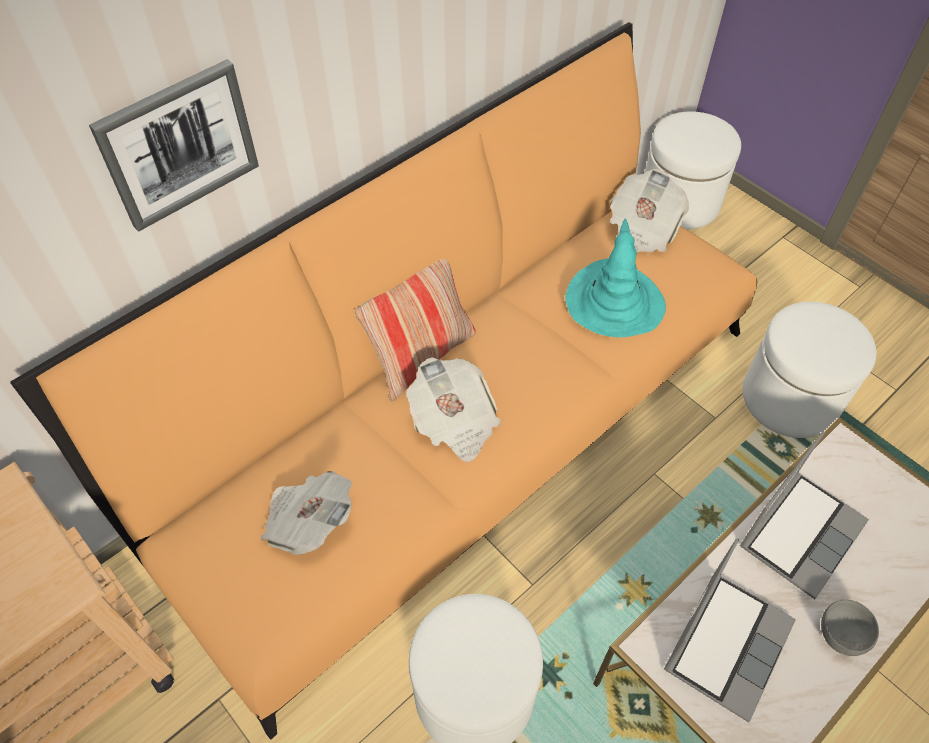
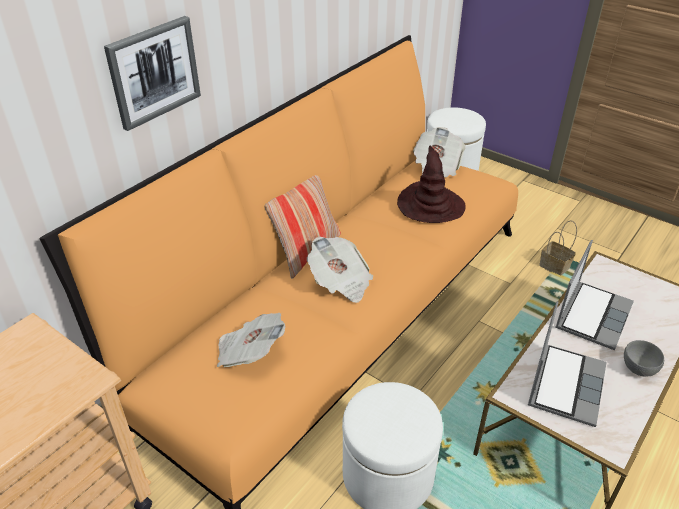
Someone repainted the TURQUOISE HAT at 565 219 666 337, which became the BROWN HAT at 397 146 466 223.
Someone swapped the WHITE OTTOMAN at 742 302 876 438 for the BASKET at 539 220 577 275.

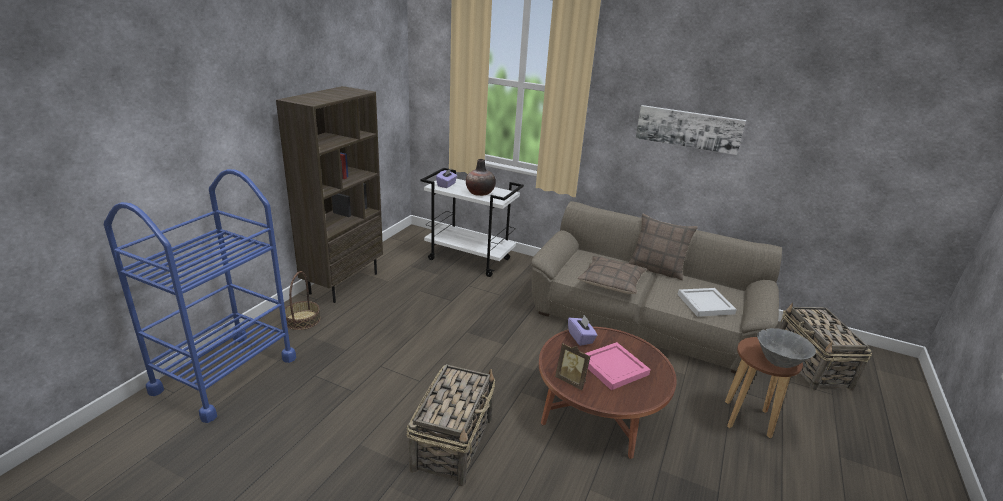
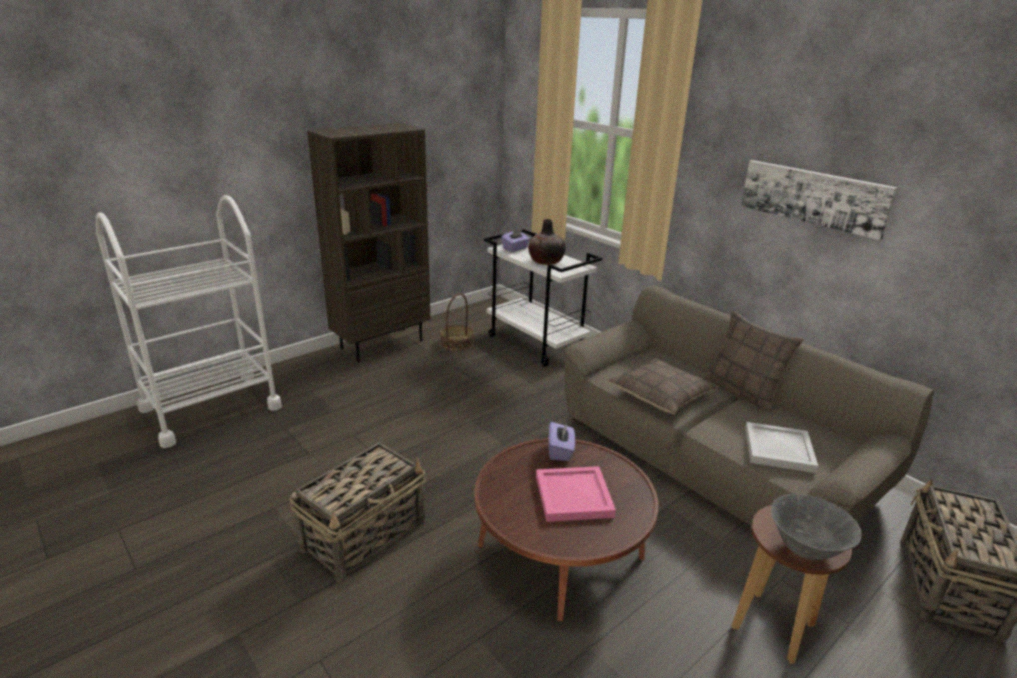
Someone repainted the BLUE CART at 104 169 296 423, which became the WHITE CART at 96 195 282 448.
Someone carried the BASKET from 285 271 320 330 to 440 293 474 351.
Someone took away the PICTURE FRAME at 555 343 590 390.

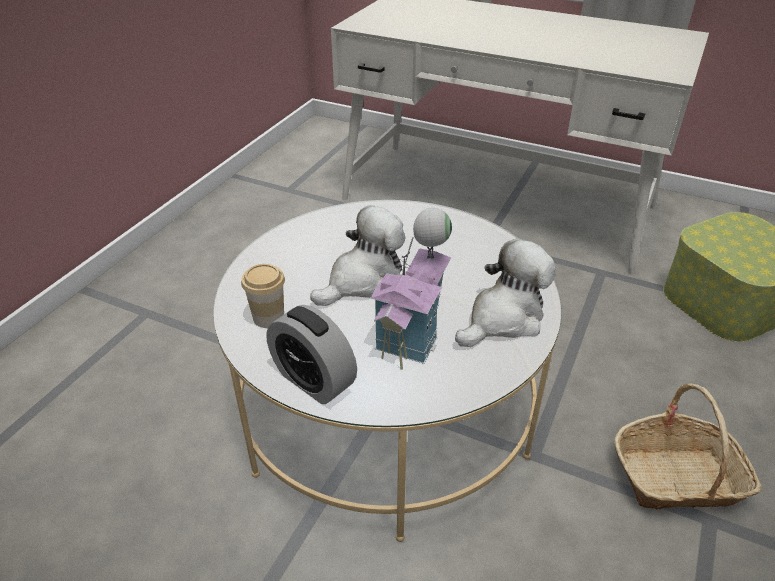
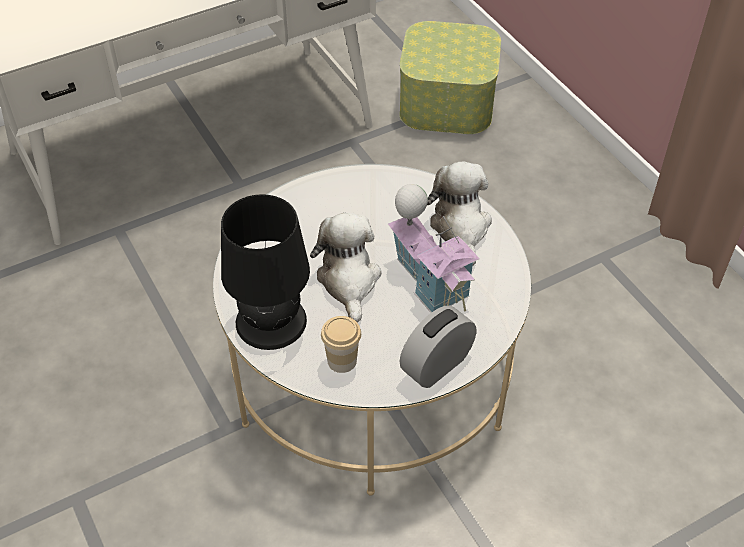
Someone rotated the ALARM CLOCK at 266 305 357 404 by 150 degrees clockwise.
Someone took away the BASKET at 614 383 762 509.
Someone put down the BLACK TABLE LAMP at 221 194 310 350.

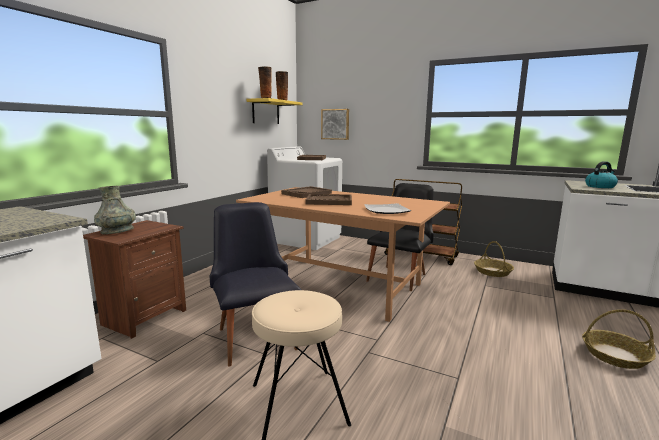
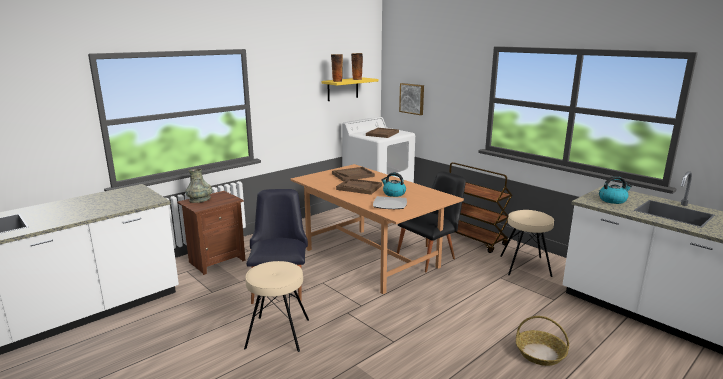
Someone swapped the BASKET at 474 241 514 277 for the BEIGE STOOL at 500 210 554 277.
Someone put down the KETTLE at 381 173 406 197.

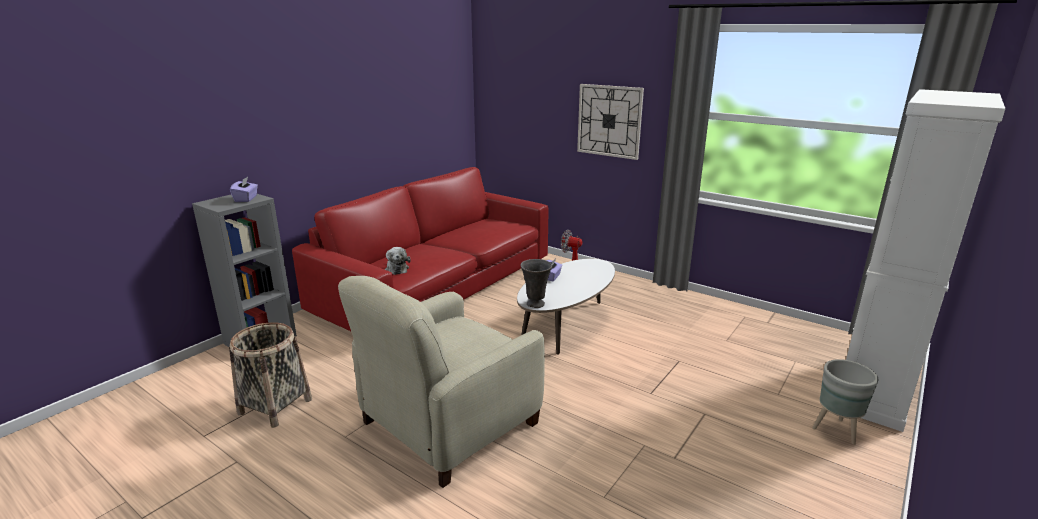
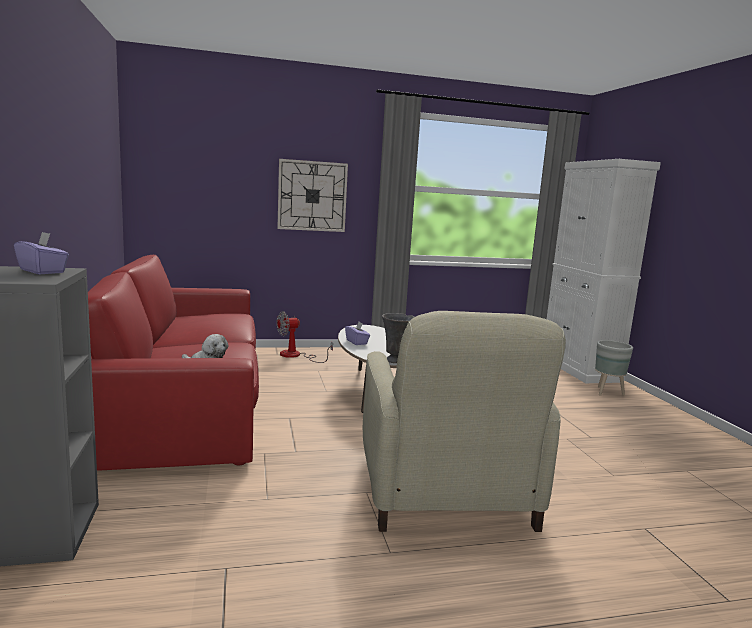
Someone took away the BASKET at 229 322 312 428.

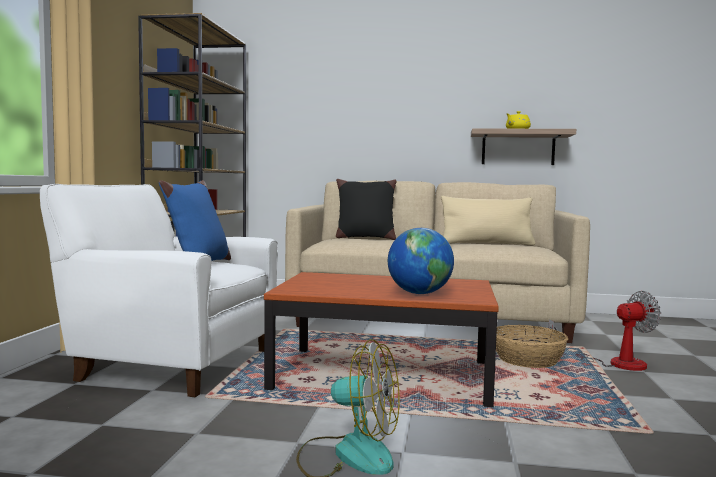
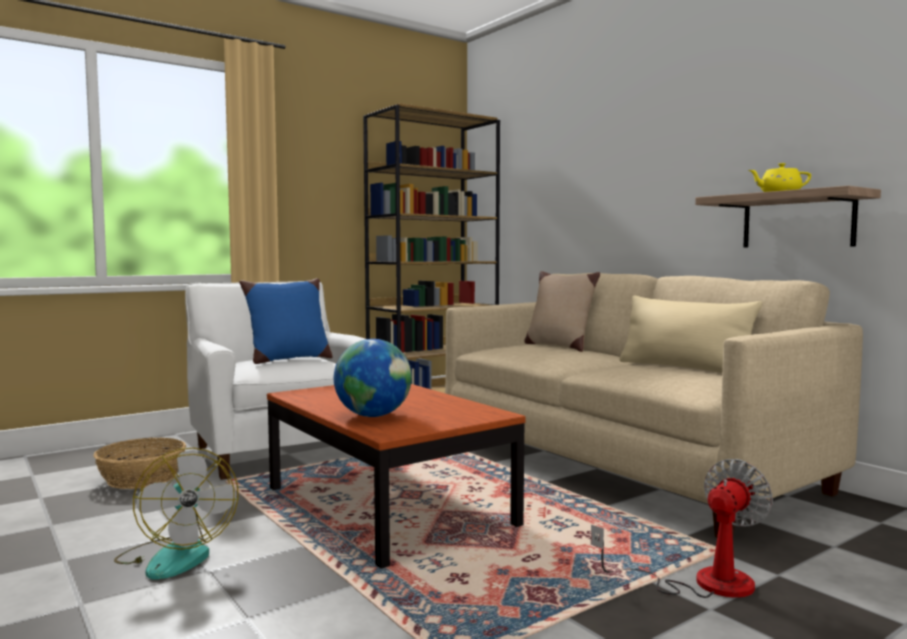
Someone repainted the BLACK PILLOW at 336 179 397 240, which became the BEIGE PILLOW at 524 271 600 352.
Someone rotated the FAN at 549 291 661 371 by 75 degrees counterclockwise.
Someone carried the BASKET from 496 325 568 368 to 93 438 186 489.

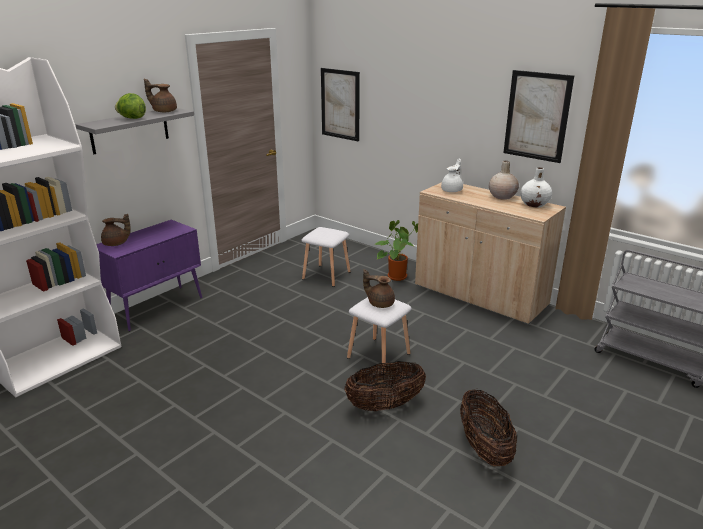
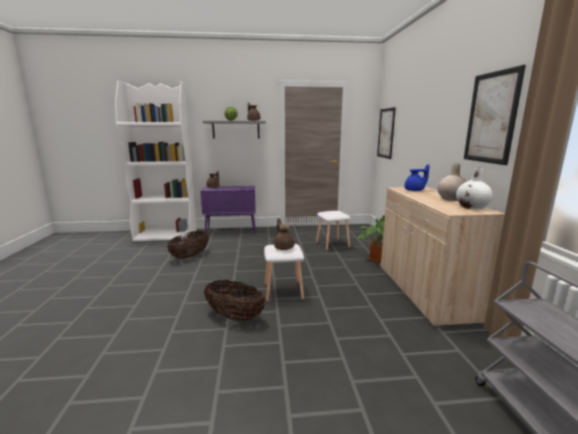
Someone repainted the WHITE TEAPOT at 441 159 463 192, which became the BLUE TEAPOT at 405 164 430 191.
Someone carried the BASKET from 460 389 517 466 to 167 231 209 259.

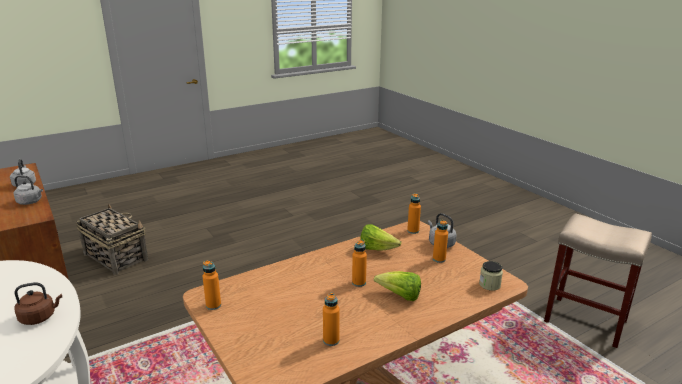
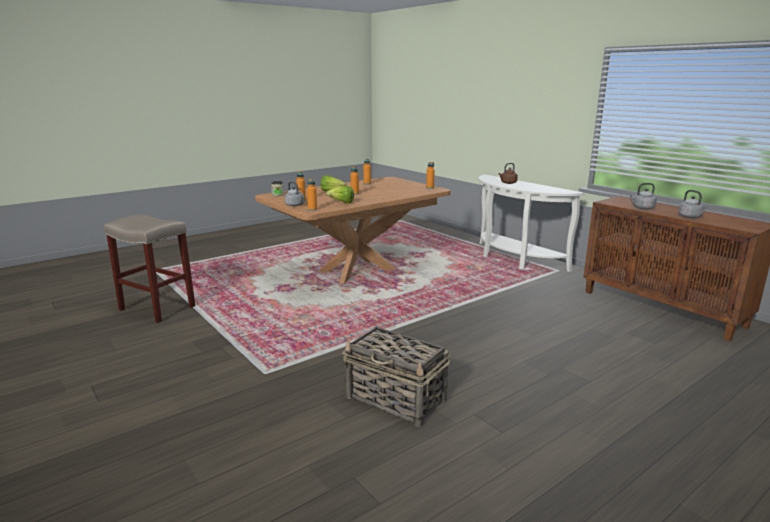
Someone carried the BASKET from 76 204 148 275 to 342 327 450 427.

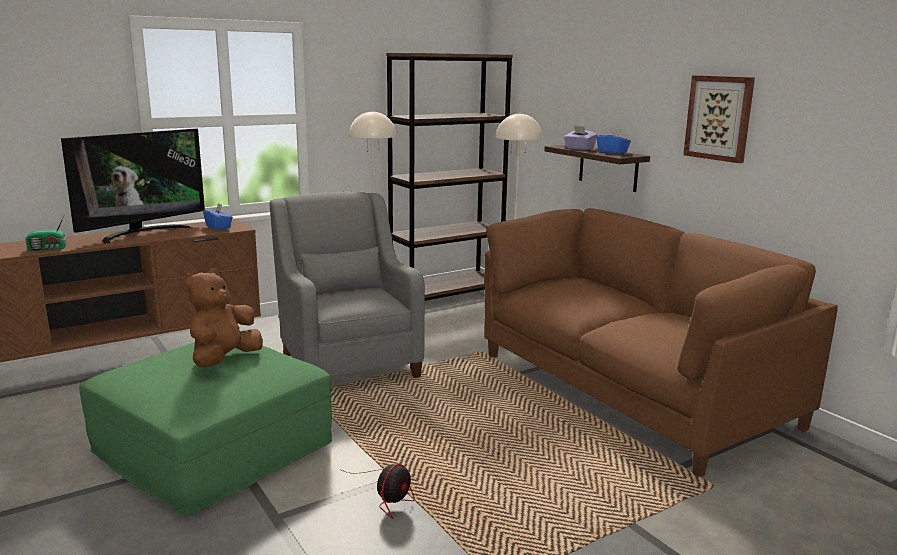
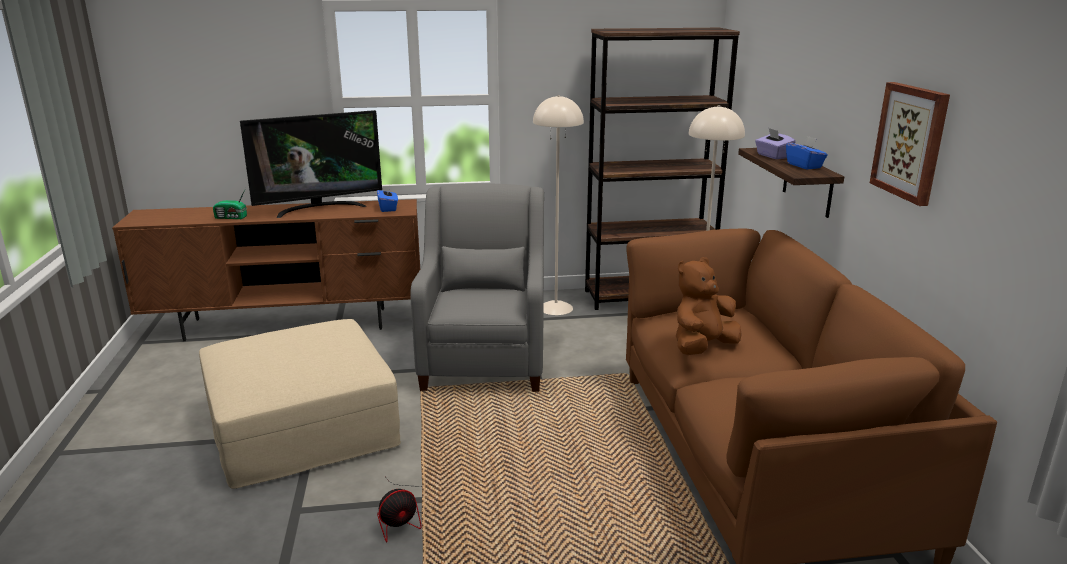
Someone carried the BROWN PLUSH TOY from 184 268 263 367 to 676 257 742 355.
Someone repainted the GREEN OTTOMAN at 79 342 332 516, which became the BEIGE OTTOMAN at 199 319 401 489.

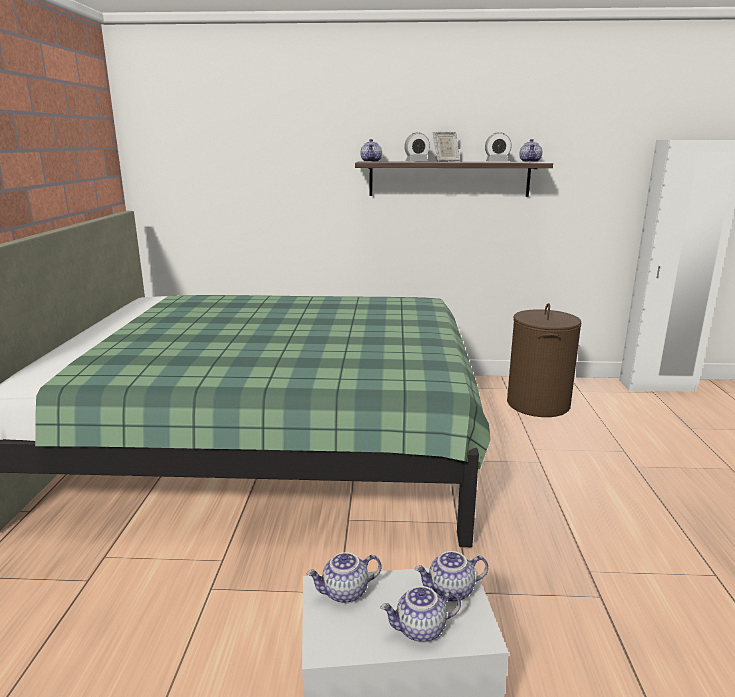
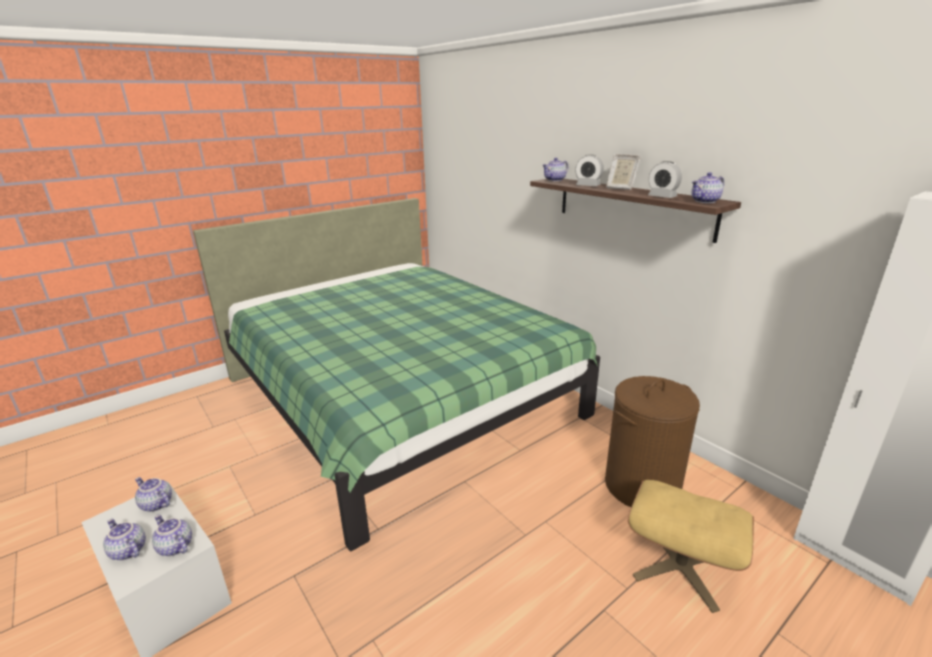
Someone put down the BEIGE OTTOMAN at 628 480 754 613.

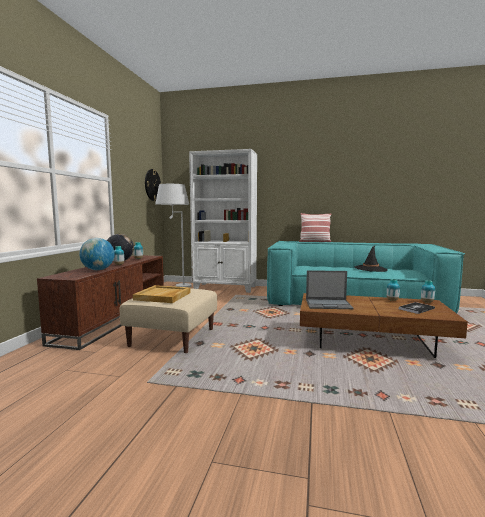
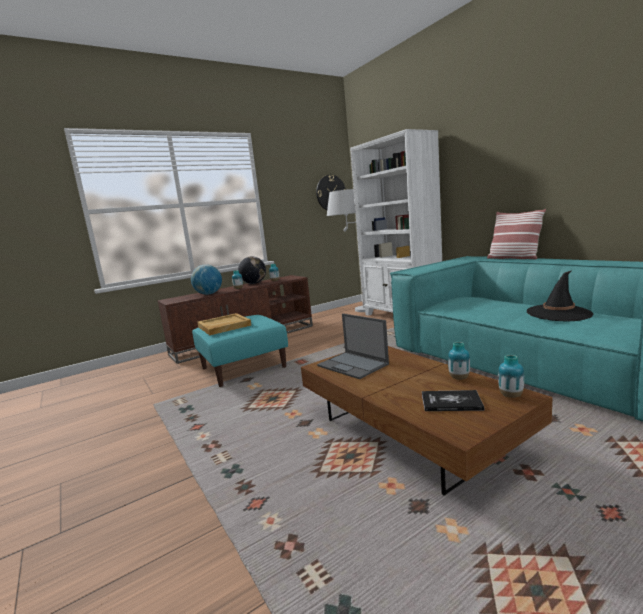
Someone repainted the BEIGE OTTOMAN at 120 288 217 353, which became the TURQUOISE OTTOMAN at 192 315 288 387.

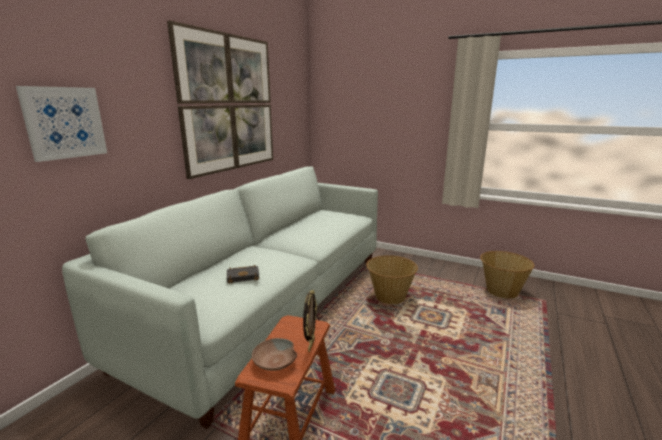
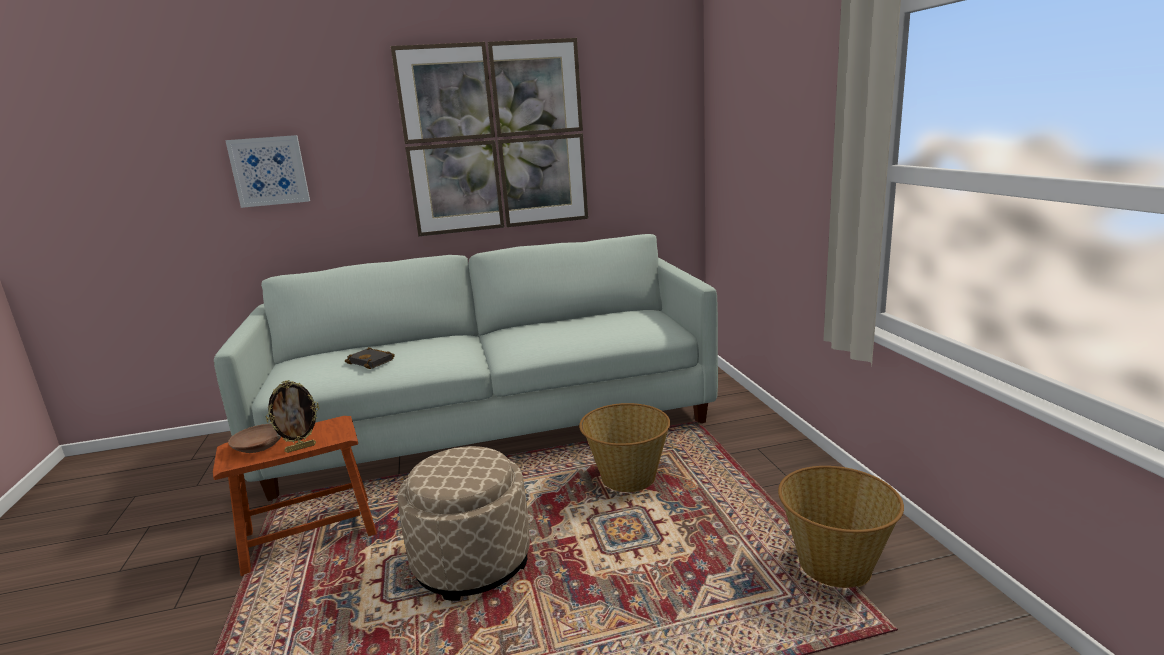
Someone put down the BEIGE OTTOMAN at 397 446 530 601.

